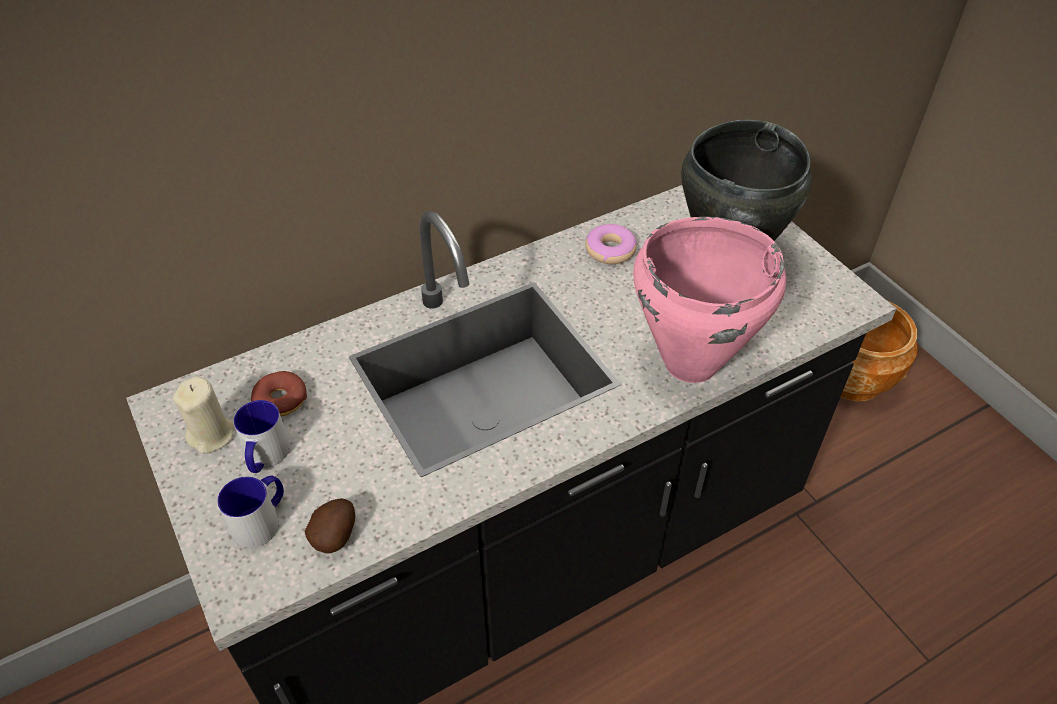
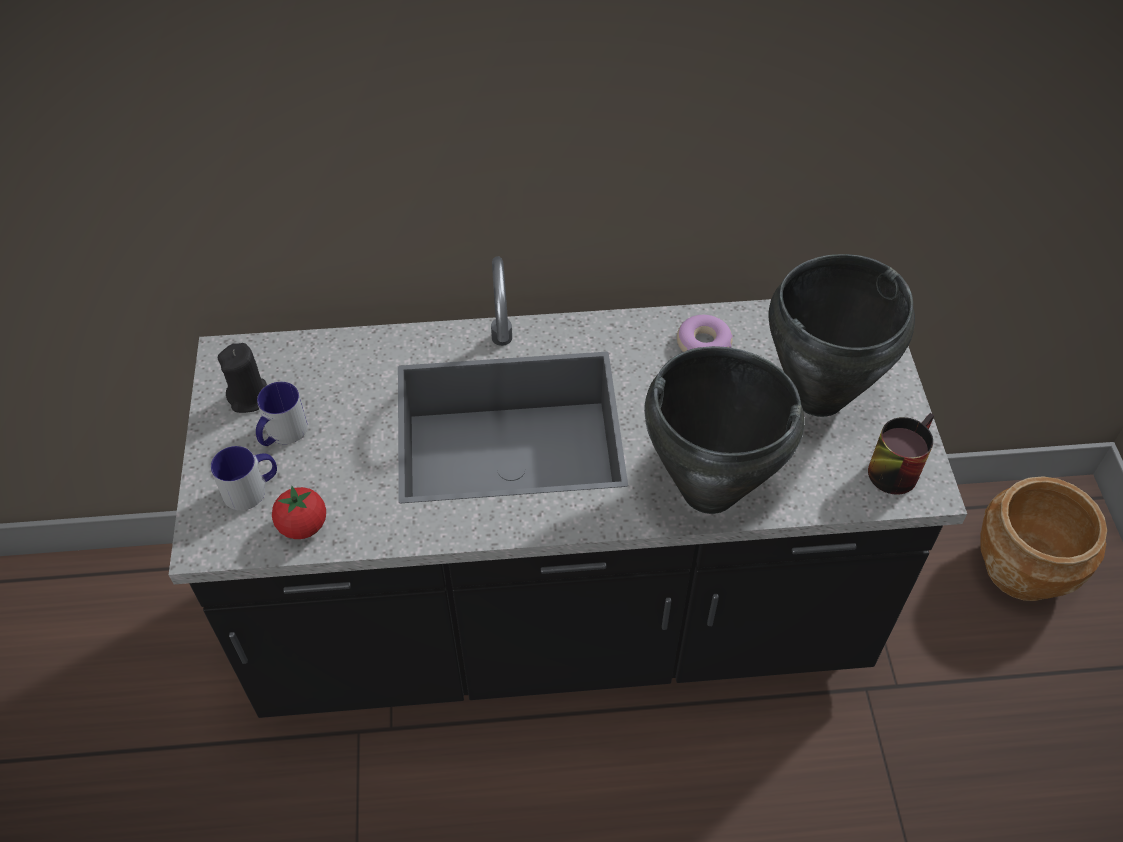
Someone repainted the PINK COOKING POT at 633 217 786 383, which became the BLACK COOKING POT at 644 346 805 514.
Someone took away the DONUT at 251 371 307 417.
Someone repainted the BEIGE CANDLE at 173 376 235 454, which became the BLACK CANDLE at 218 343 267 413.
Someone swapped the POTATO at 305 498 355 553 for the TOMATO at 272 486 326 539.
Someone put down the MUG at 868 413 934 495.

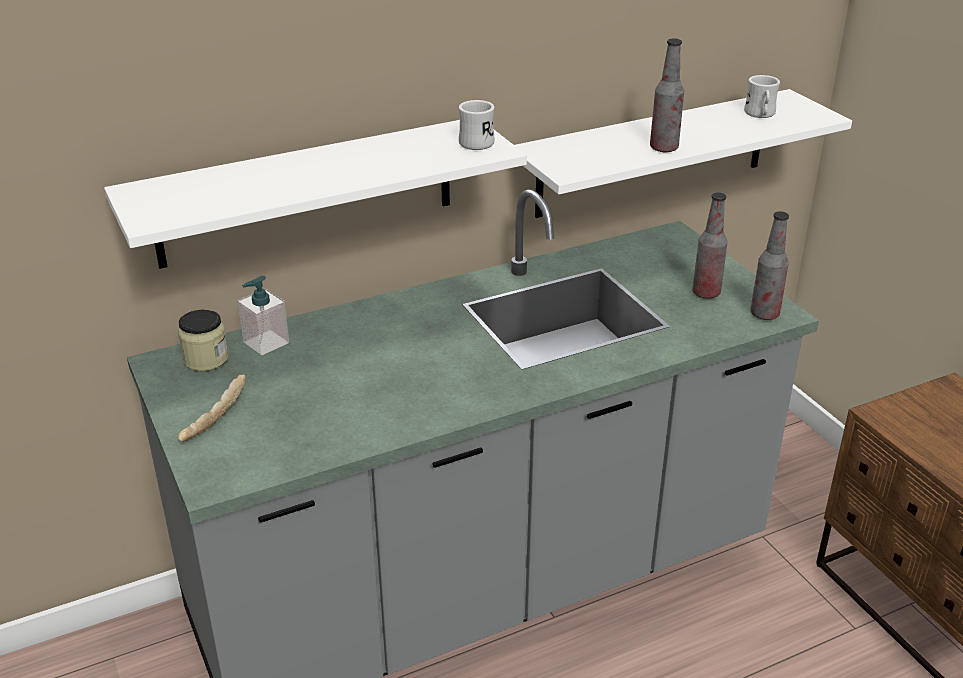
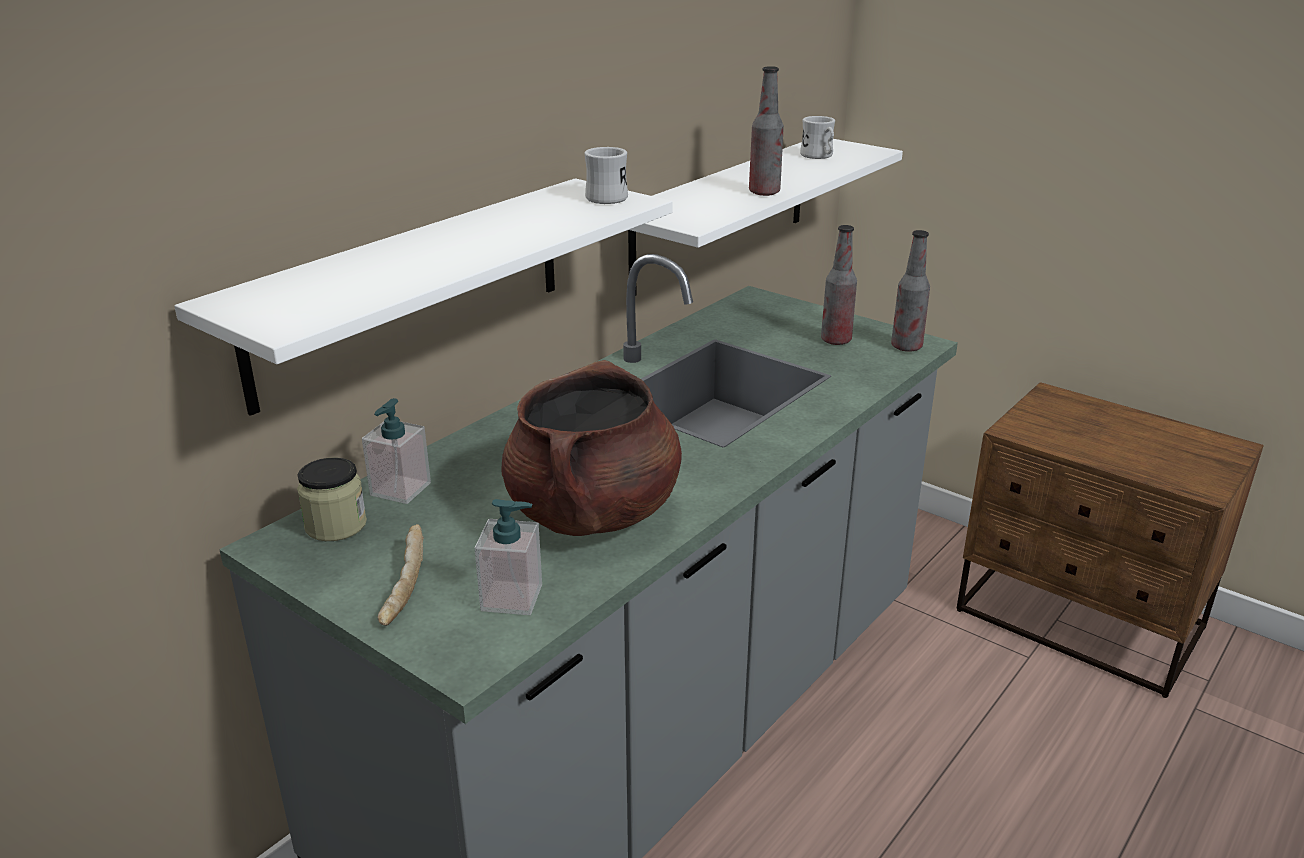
Someone put down the BROWN COOKING POT at 501 360 682 536.
Someone put down the SOAP DISPENSER at 474 499 542 615.

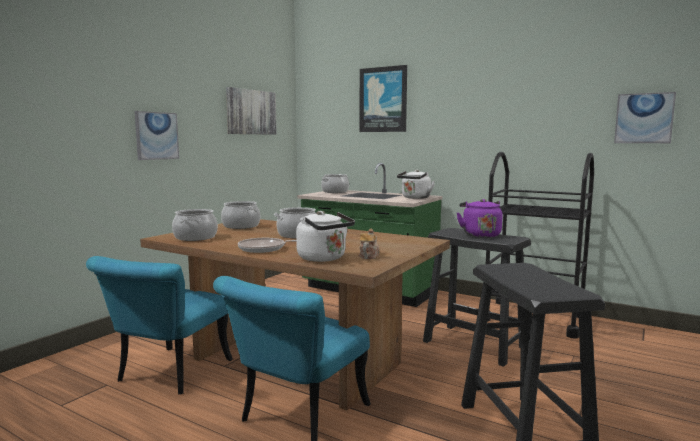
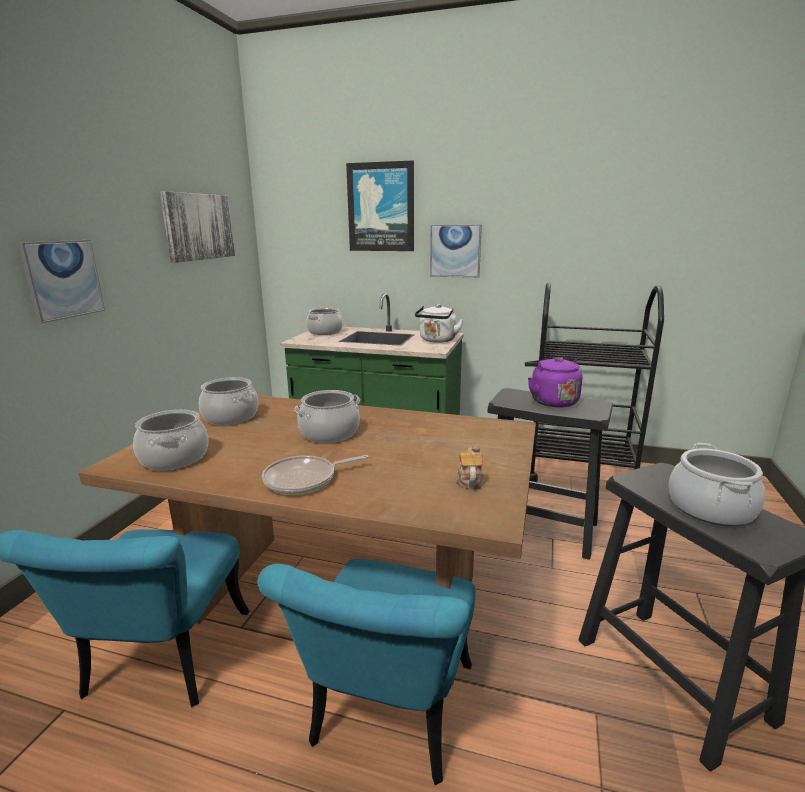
Someone carried the PICTURE from 614 92 676 143 to 430 224 482 278.
Someone took away the WHITE KETTLE at 296 211 355 262.
Someone put down the COOKING POT at 669 443 765 526.

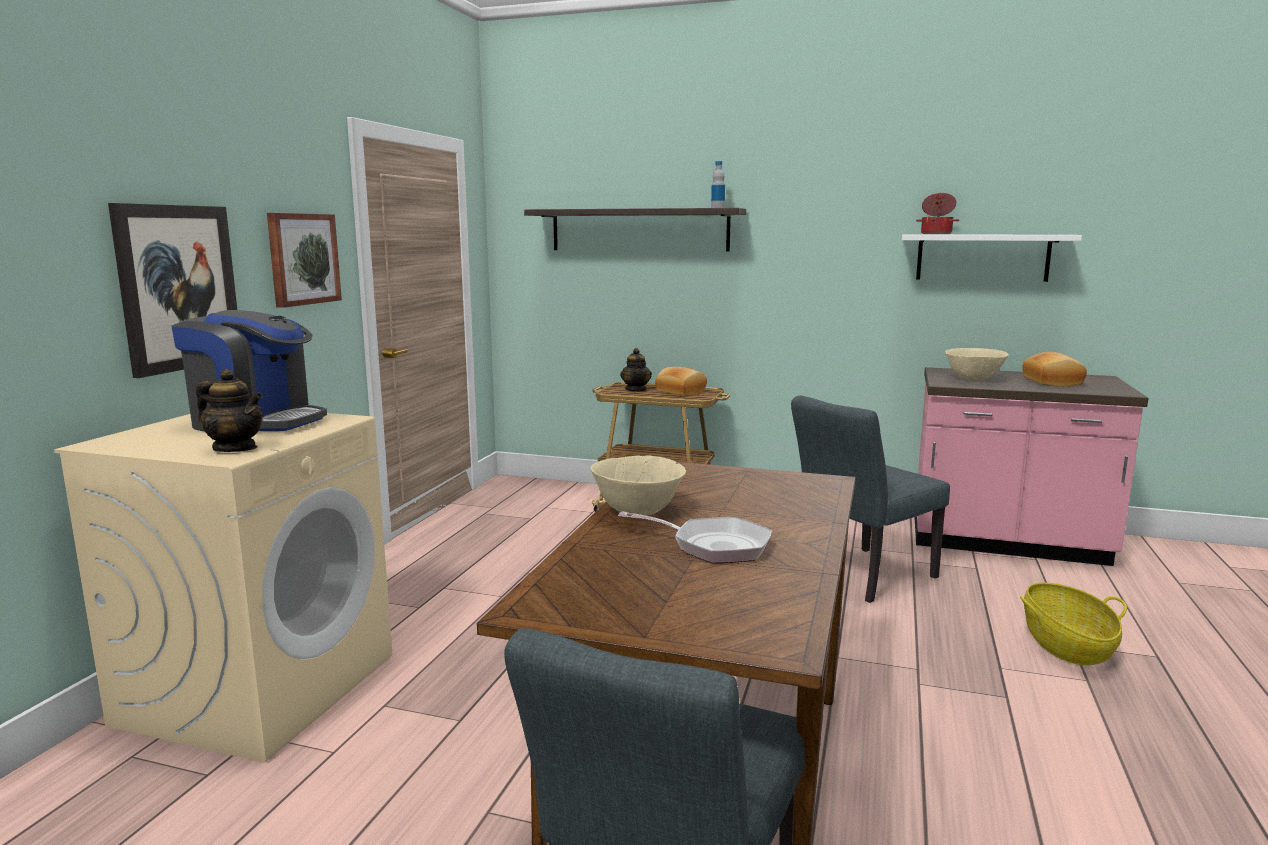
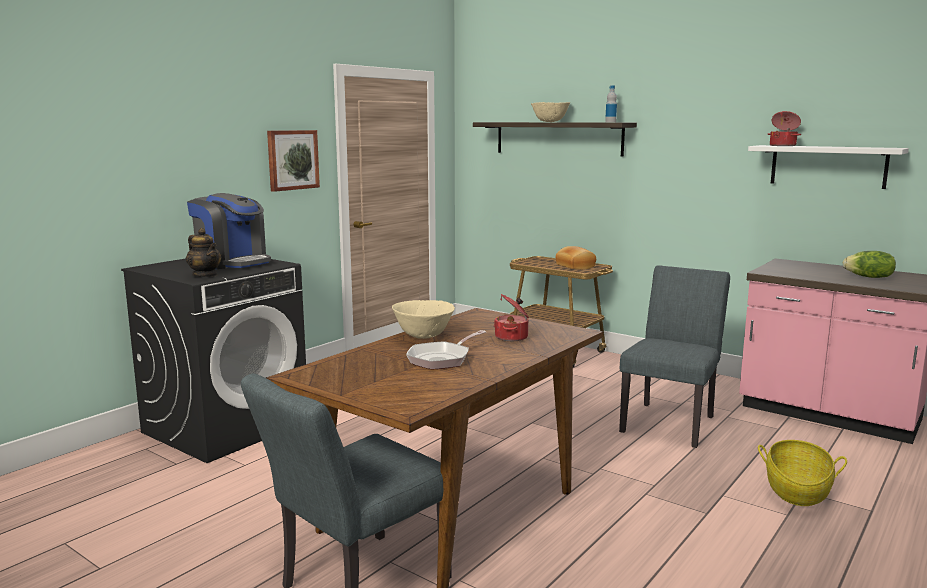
Someone took away the PICTURE at 108 203 237 378.
Someone took away the TEAPOT at 620 348 652 392.
Someone carried the BEIGE BOWL from 945 348 1009 380 to 531 102 570 122.
Someone swapped the BREAD at 1022 352 1087 387 for the LETTUCE at 843 251 896 278.
Someone rotated the GREY CHAIR at 791 396 950 603 by 135 degrees clockwise.
Someone repainted the BEIGE WASHING MACHINE at 54 413 392 763, which became the BLACK WASHING MACHINE at 121 258 306 463.
Someone rotated the FRYING PAN at 618 511 772 563 by 90 degrees clockwise.
Someone put down the COOKING POT at 494 294 529 341.

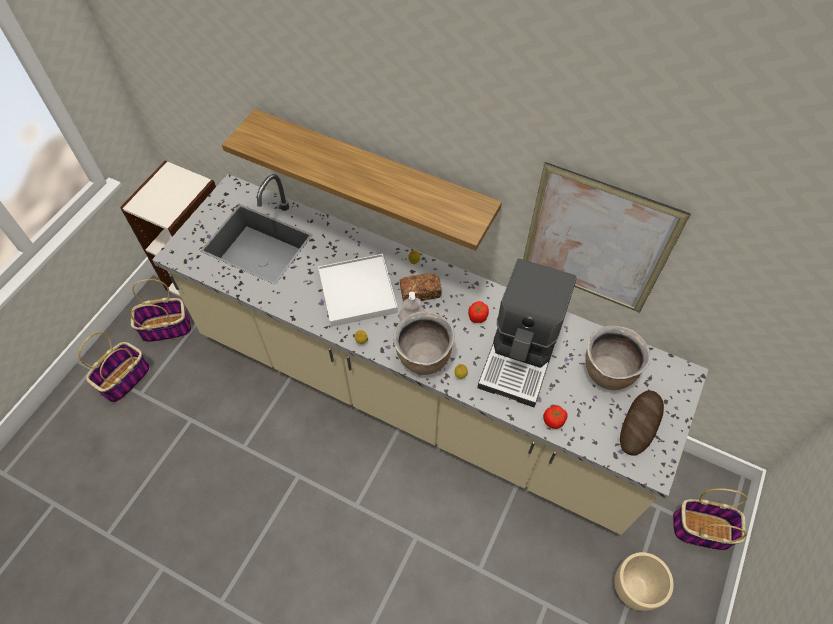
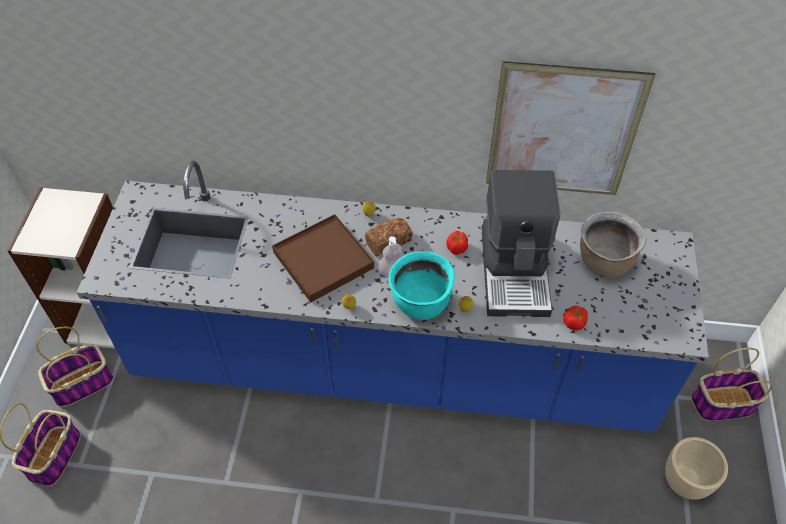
Someone took away the SHELF at 222 109 502 251.
Someone repainted the BEIGE COUNTER at 152 174 709 535, which became the BLUE COUNTER at 76 161 709 432.
Someone repainted the WHITE TRAY at 318 254 398 327, which became the BROWN TRAY at 272 214 374 303.
Someone repainted the BROWN COOKING POT at 393 311 455 375, which became the TURQUOISE COOKING POT at 389 251 455 320.
Someone took away the BREAD at 620 391 664 456.

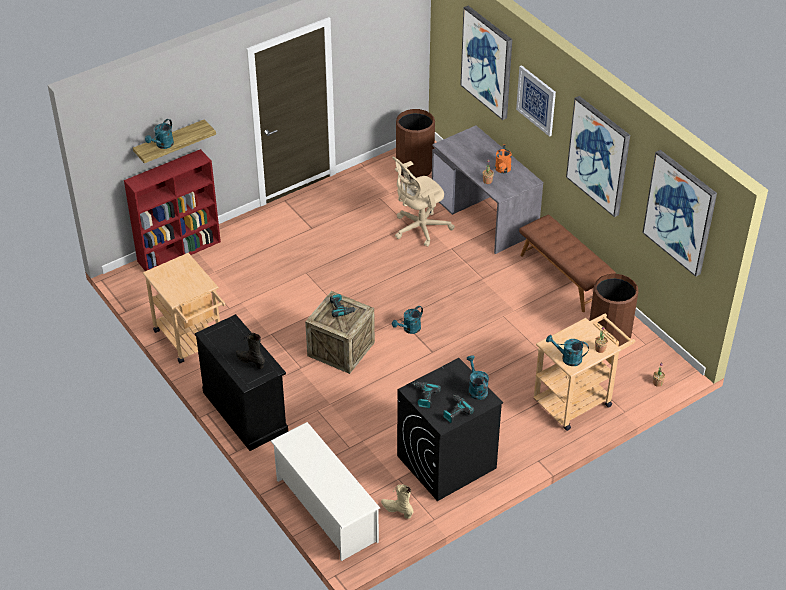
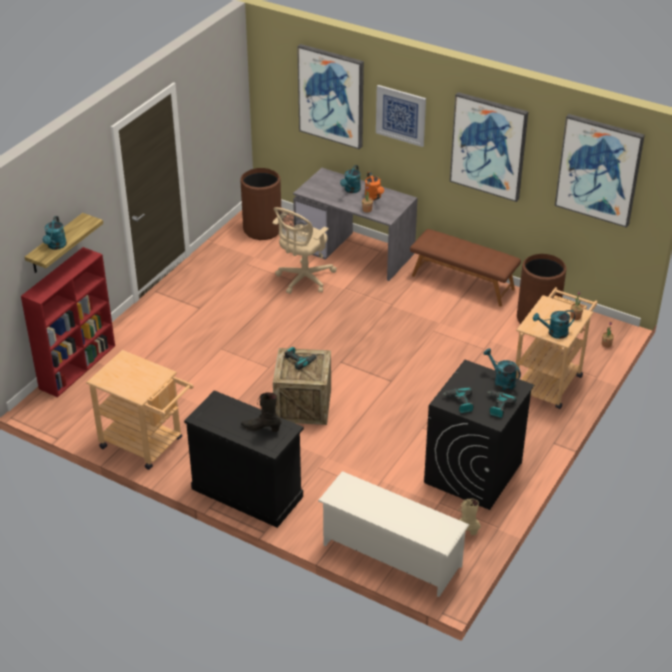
Someone carried the TURQUOISE WATERING CAN from 392 306 423 334 to 340 165 361 193.

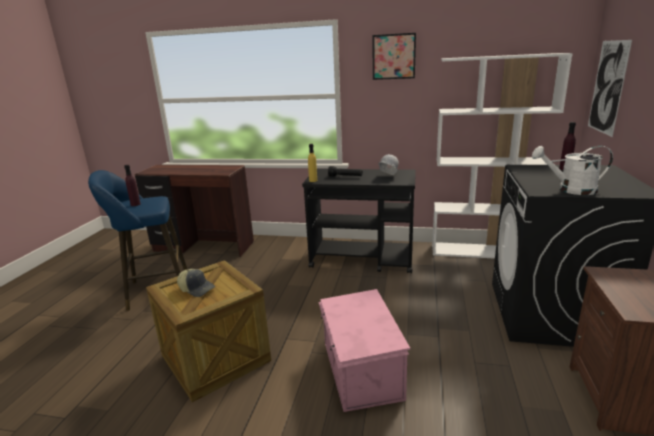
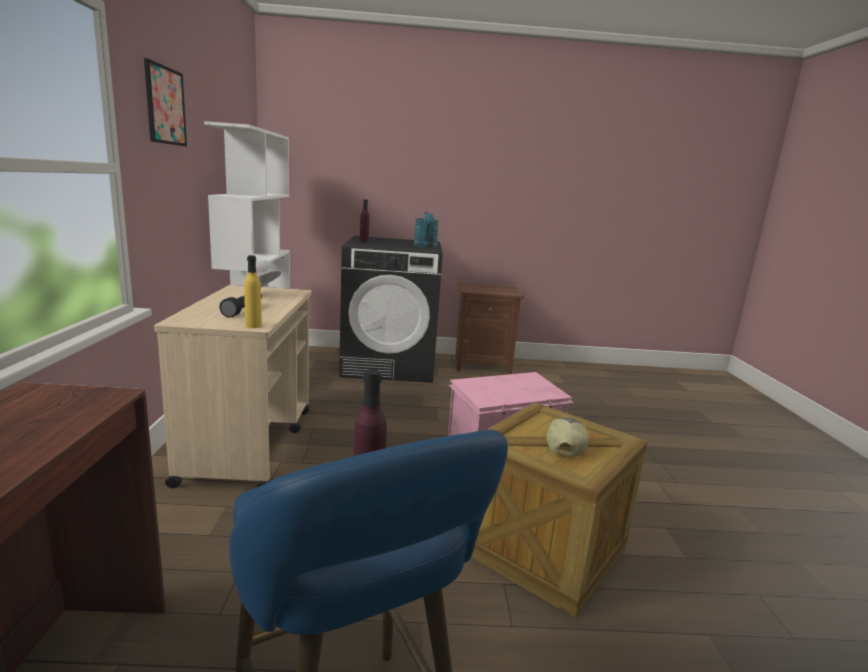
Someone took away the PICTURE at 588 40 632 137.
Someone repainted the WHITE WATERING CAN at 532 146 613 195, which became the TURQUOISE WATERING CAN at 414 211 439 248.
Someone repainted the BLACK CART at 302 169 416 274, which became the BEIGE CART at 154 285 311 488.

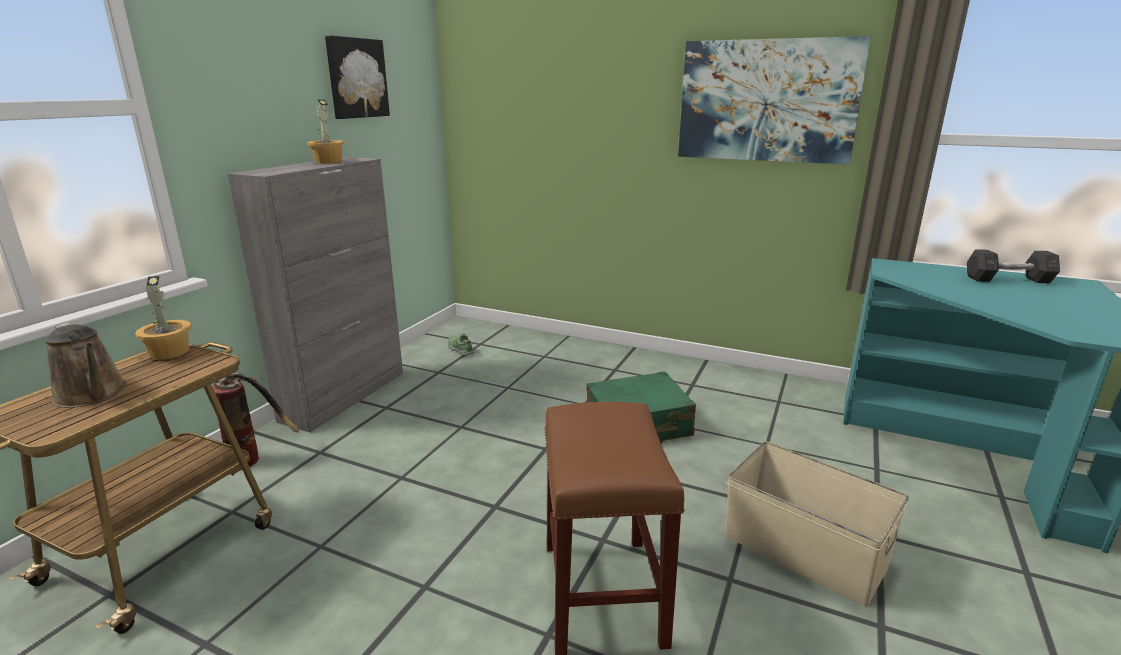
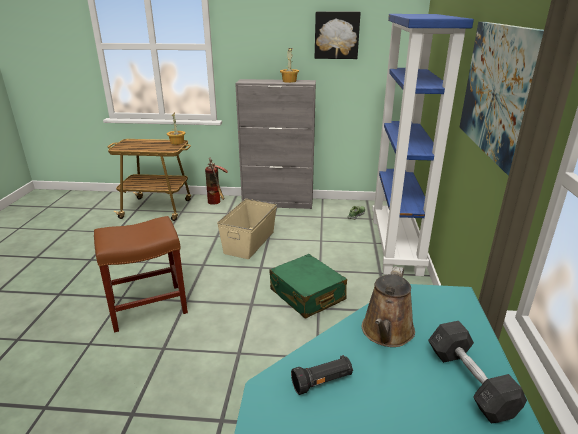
Someone carried the BROWN WATERING CAN from 45 322 127 408 to 362 267 415 347.
Someone carried the BEIGE STORAGE BOX from 725 441 909 606 to 217 199 277 259.
Someone put down the BLUE BOOKCASE at 372 14 474 276.
Someone put down the BLACK FLASHLIGHT at 291 355 353 395.

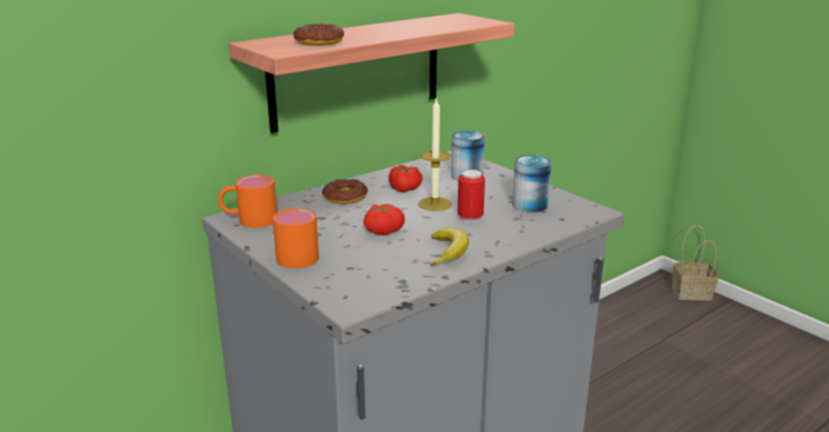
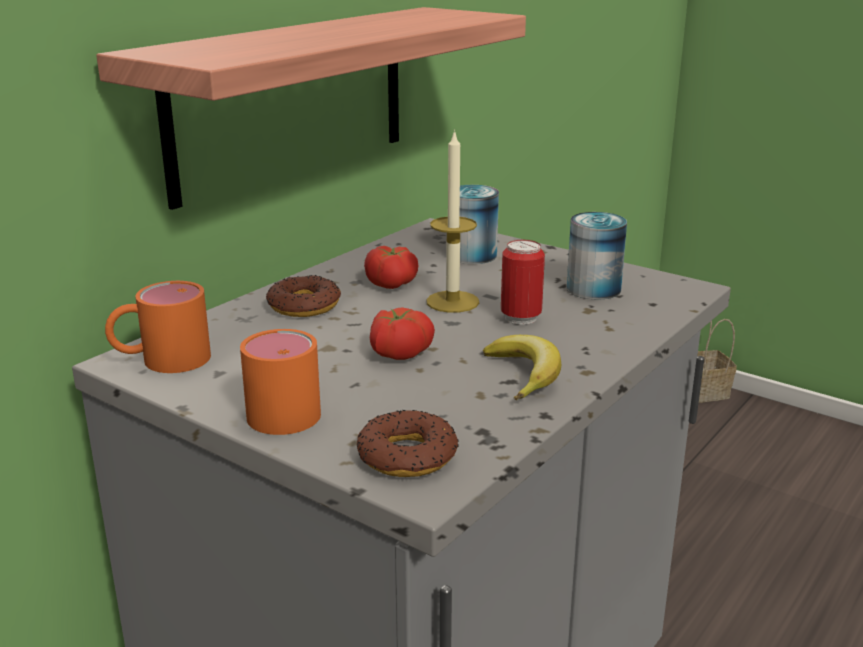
Someone carried the DONUT from 293 24 344 46 to 357 410 459 477.

